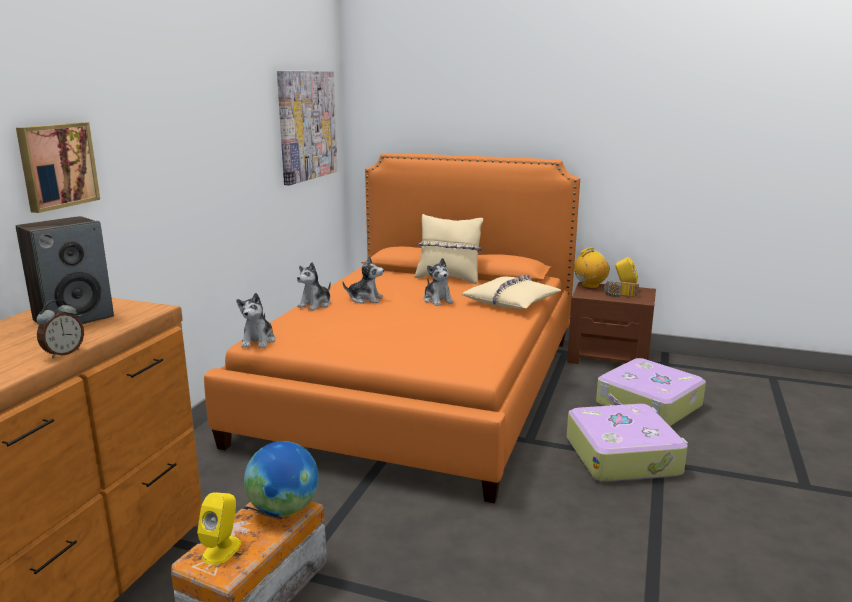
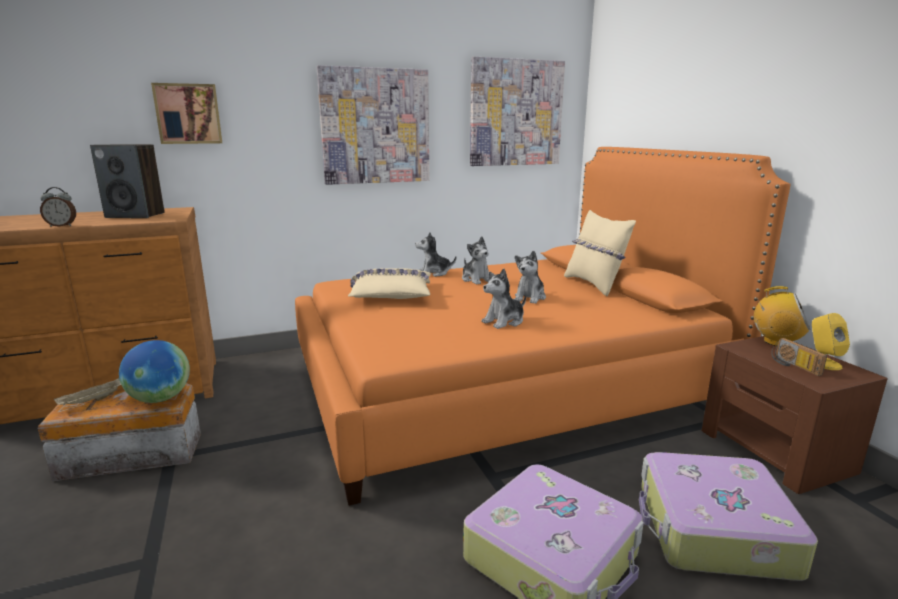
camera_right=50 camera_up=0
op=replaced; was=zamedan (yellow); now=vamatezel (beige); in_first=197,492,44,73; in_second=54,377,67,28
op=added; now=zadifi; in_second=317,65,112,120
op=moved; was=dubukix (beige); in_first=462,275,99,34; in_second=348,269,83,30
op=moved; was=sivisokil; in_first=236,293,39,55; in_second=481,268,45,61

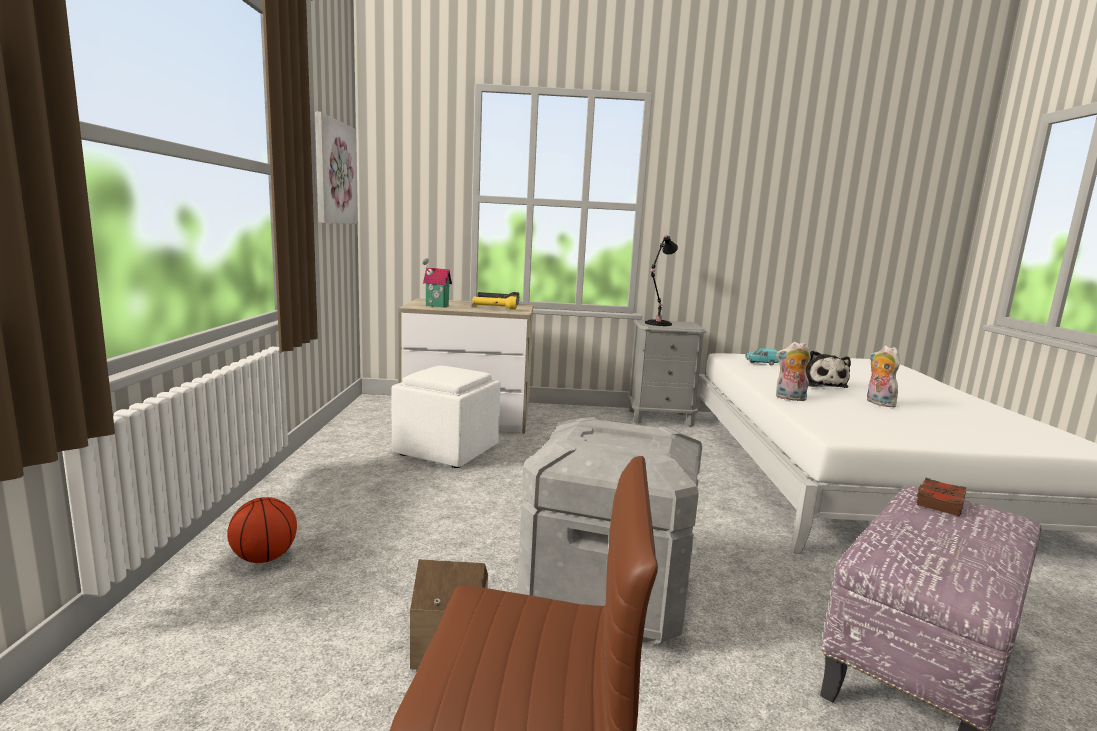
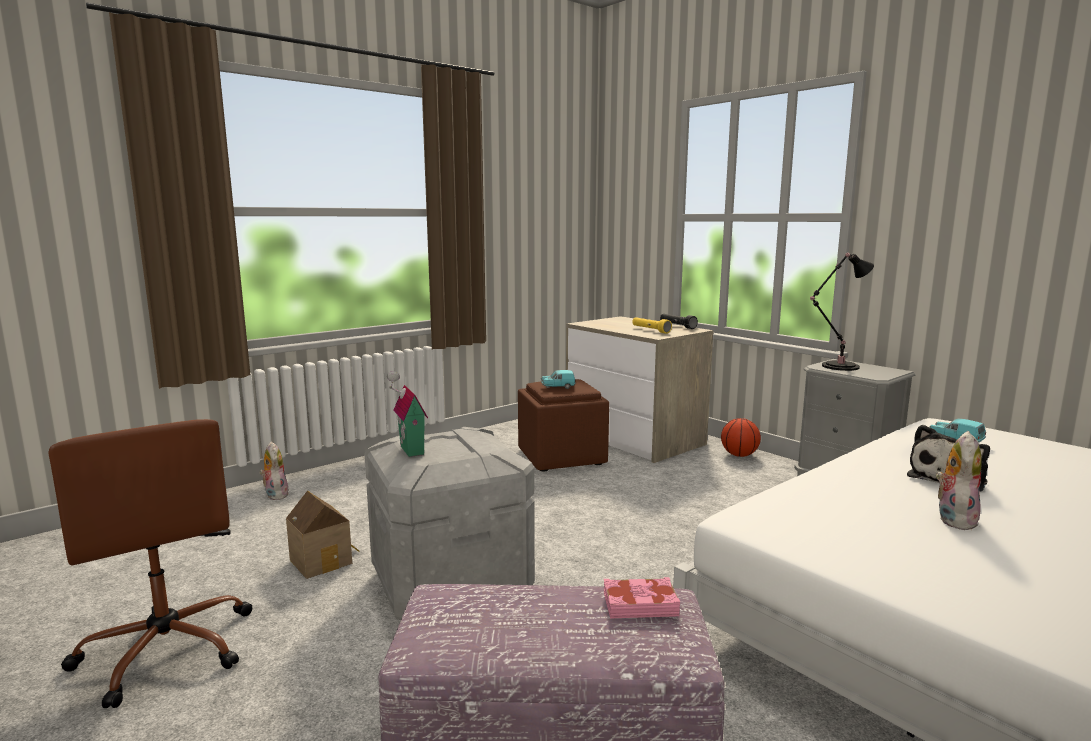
camera_right=50 camera_up=0
op=moved; was=sivisokil; in_first=776,342,35,59; in_second=259,442,29,58
op=moved; was=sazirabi; in_first=423,258,29,50; in_second=387,371,41,86
op=recoloured; was=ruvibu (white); now=ruvibu (brown); in_first=391,366,110,102; in_second=518,379,91,93
op=added; now=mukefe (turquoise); in_second=541,370,35,19
op=recoloured; was=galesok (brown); now=galesok (pink); in_first=917,477,49,40; in_second=604,577,76,41
op=moved; was=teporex; in_first=227,497,70,66; in_second=721,418,40,39
op=removed; was=zadifi; in_first=315,112,43,112

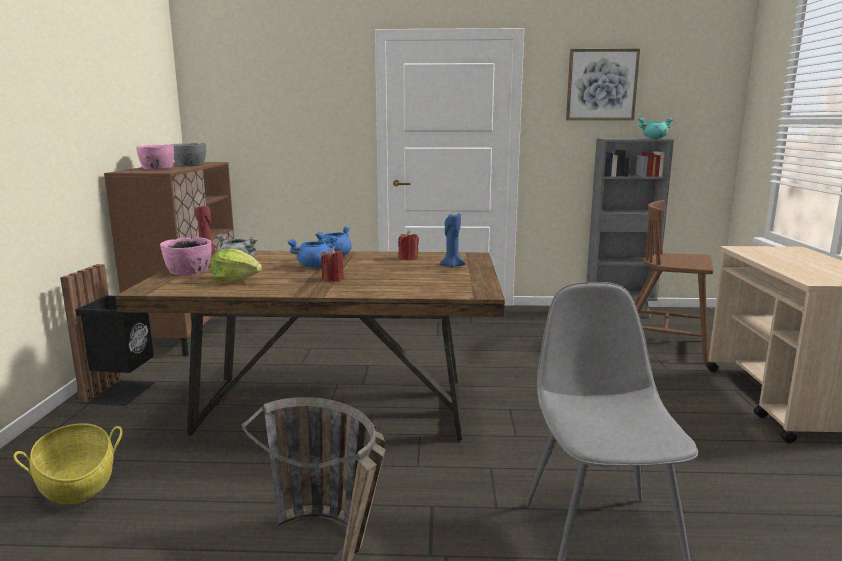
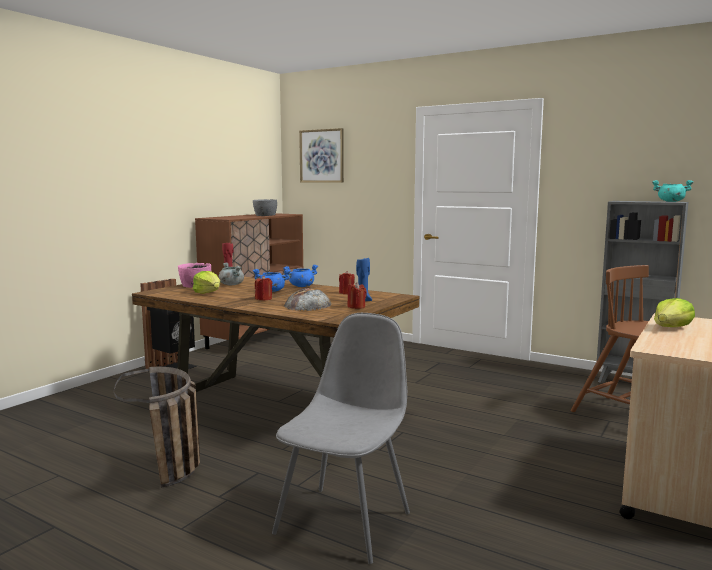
camera_right=30 camera_up=-5
op=added; now=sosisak; in_second=284,288,48,23
op=moved; was=zadifi; in_first=566,49,74,71; in_second=299,128,45,55
op=added; now=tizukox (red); in_second=347,282,20,27
op=added; now=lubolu; in_second=654,298,41,29
op=removed; was=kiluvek; in_first=13,423,109,81
op=removed; was=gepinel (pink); in_first=136,144,38,26

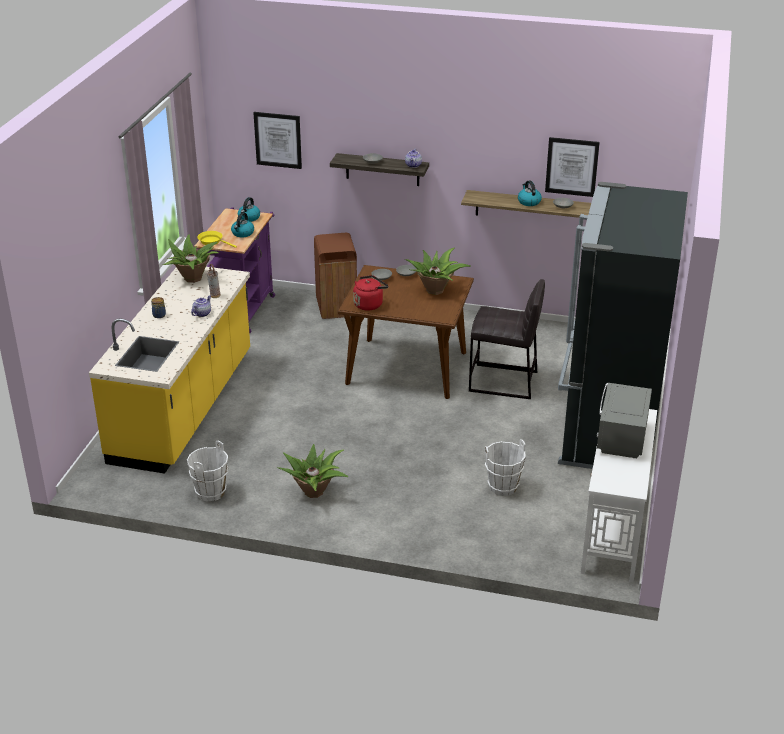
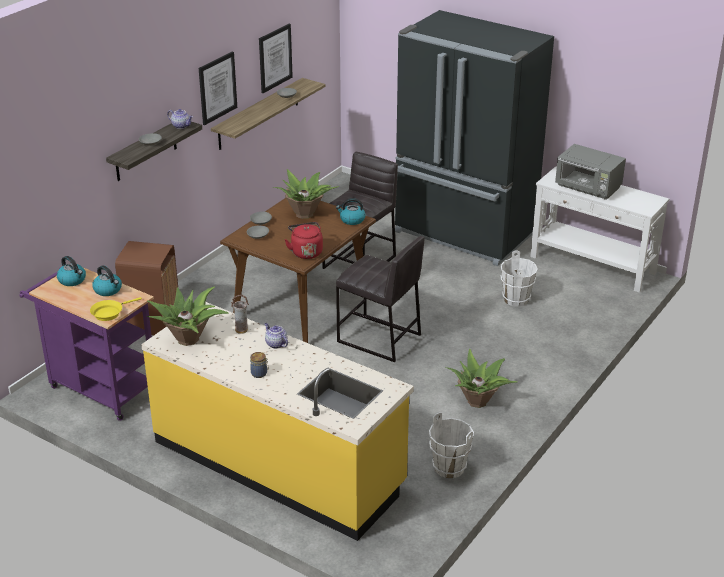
camera_right=-70 camera_up=0
op=moved; was=zadifi; in_first=254,112,48,57; in_second=199,52,38,73
op=moved; was=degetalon; in_first=518,180,24,26; in_second=336,198,30,27
op=added; now=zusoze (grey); in_second=336,236,88,126

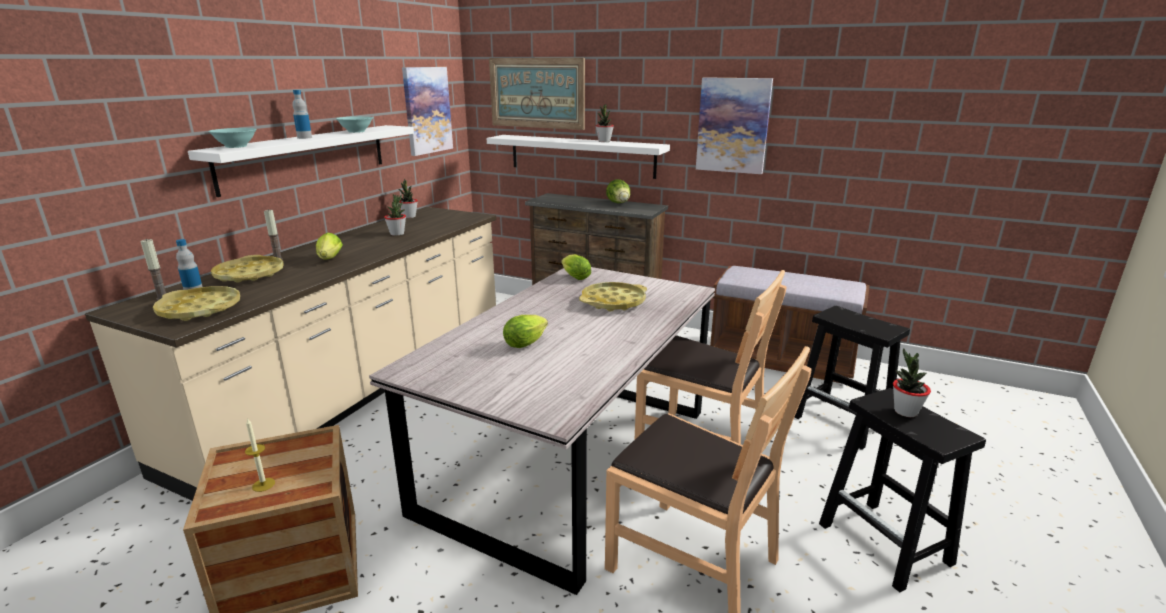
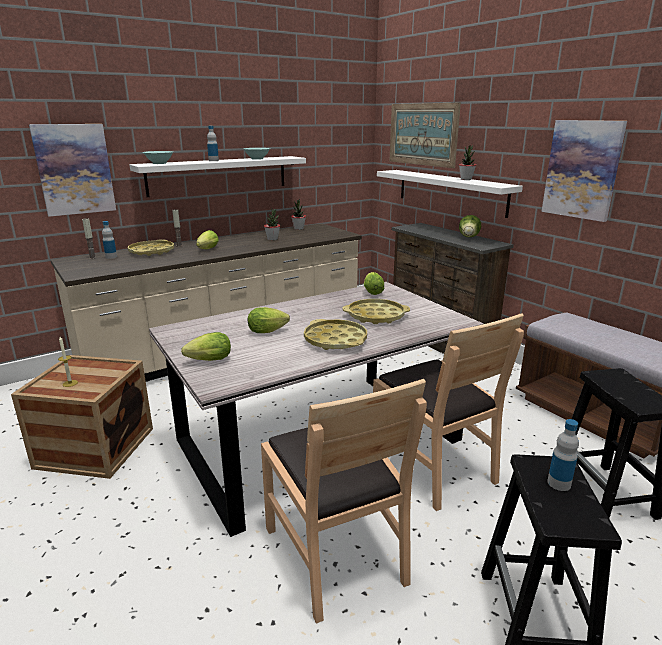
camera_right=30 camera_up=0
op=moved; was=zadifi; in_first=402,67,51,89; in_second=29,124,87,93
op=added; now=lubolu; in_second=181,332,50,29
op=moved; was=vamatezel (yellow); in_first=153,286,87,35; in_second=304,319,63,31
op=replaced; was=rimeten; now=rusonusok; in_first=893,348,38,69; in_second=547,419,32,72

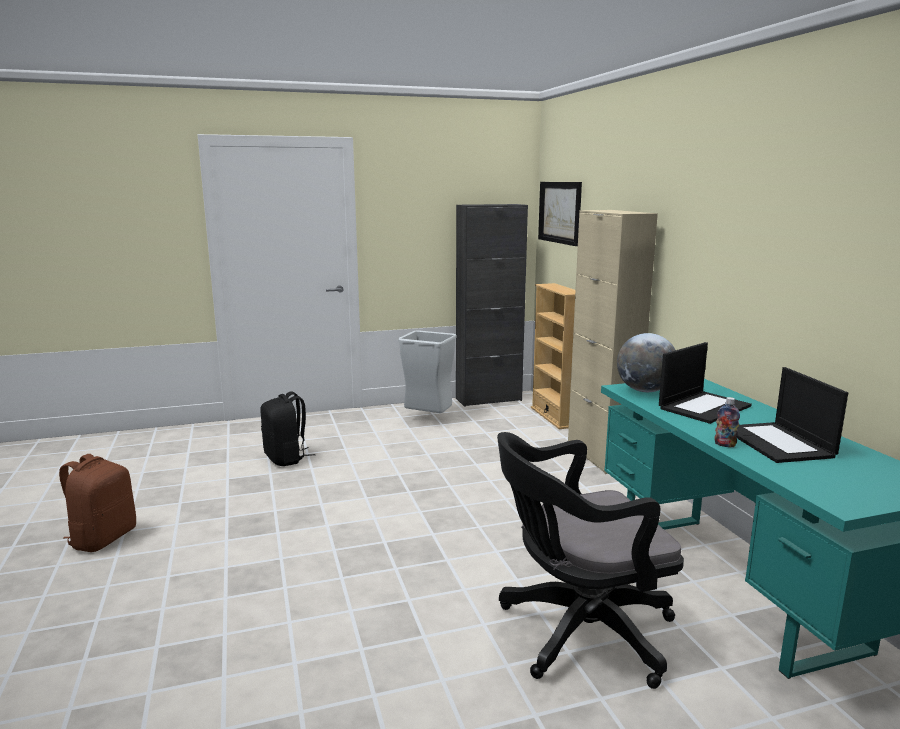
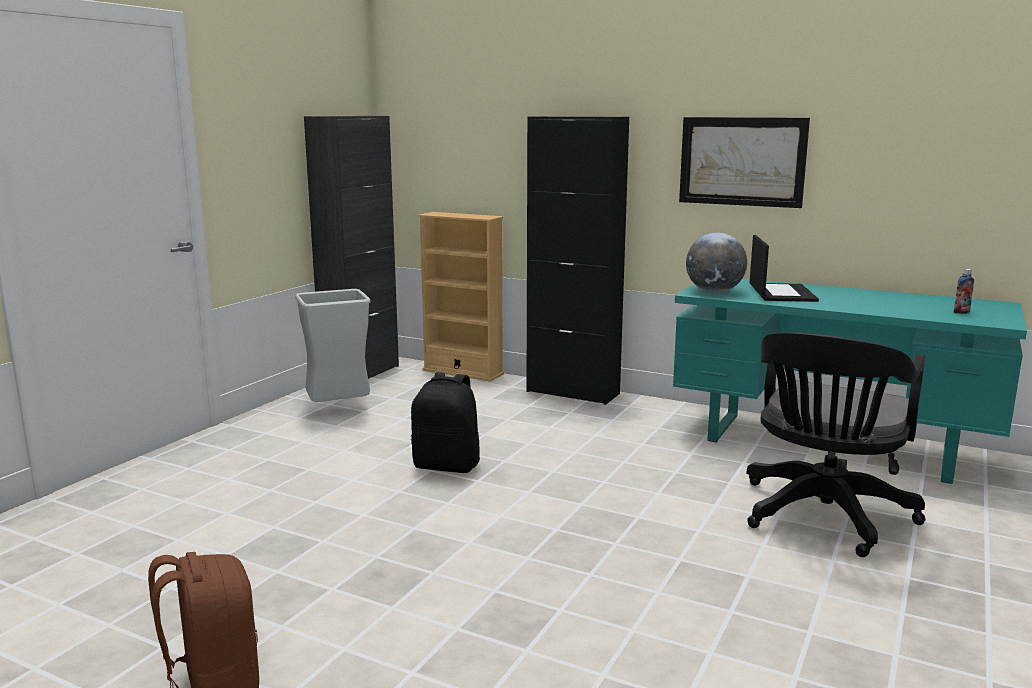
camera_right=-45 camera_up=0
op=moved; was=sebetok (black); in_first=260,392,56,74; in_second=411,372,69,101
op=recoloured; was=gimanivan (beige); now=gimanivan (black); in_first=568,210,90,264; in_second=526,116,103,289
op=moved; was=zadifi; in_first=538,182,44,64; in_second=679,117,131,91
op=moved; was=rusonusok; in_first=714,397,26,50; in_second=954,269,20,45
op=removed; was=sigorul; in_first=737,367,111,96

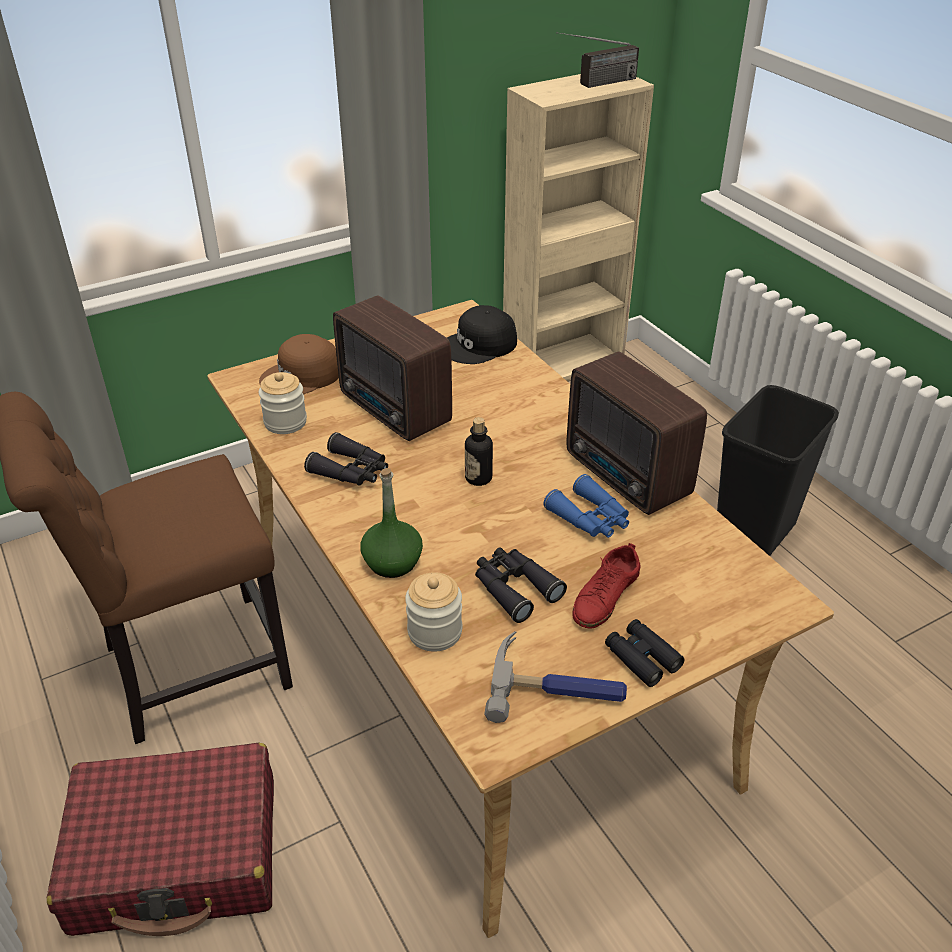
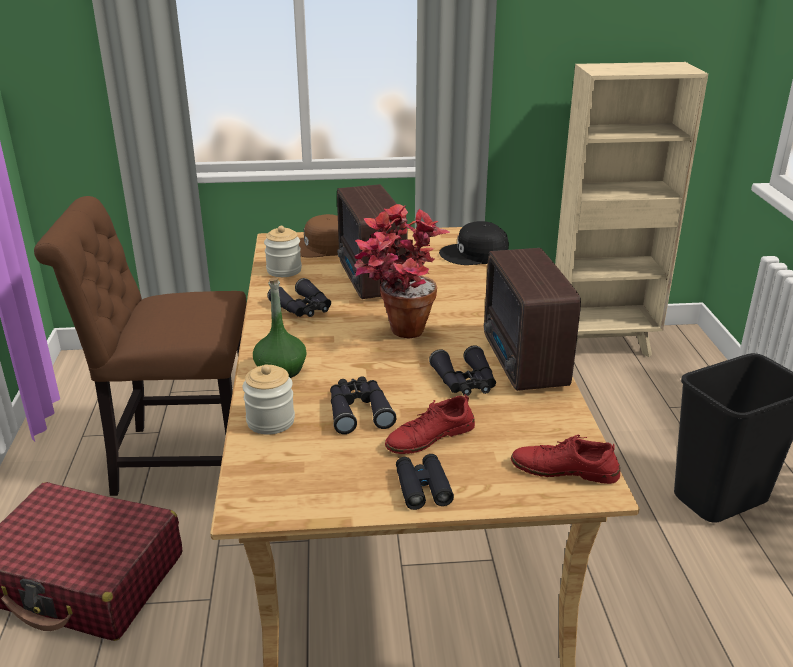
camera_right=25 camera_up=-10
op=replaced; was=rusonusok; now=rimeten; in_first=465,417,28,69; in_second=354,204,96,135
op=recoloured; was=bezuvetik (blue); now=bezuvetik (black); in_first=543,474,86,64; in_second=429,345,67,51
op=added; now=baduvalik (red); in_second=511,435,109,49
op=removed; was=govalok; in_first=484,631,143,92
op=removed; was=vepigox; in_first=556,32,83,56

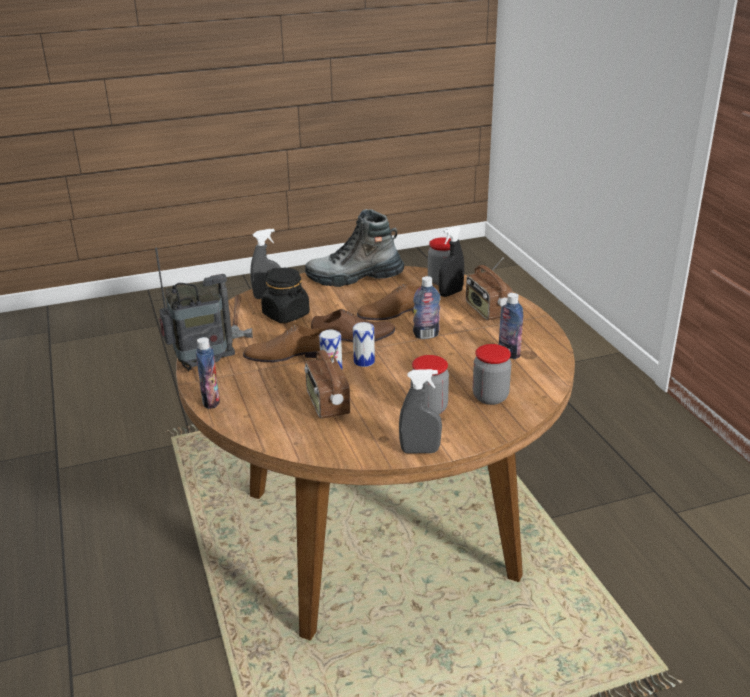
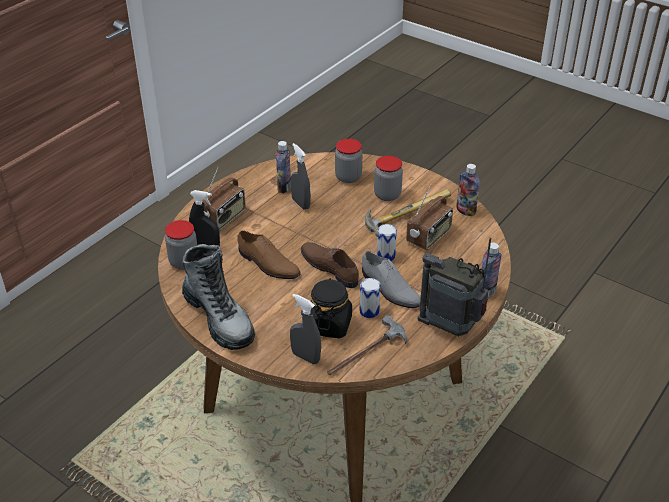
camera_right=-125 camera_up=10
op=moved; was=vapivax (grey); in_first=399,369,43,84; in_second=290,143,21,67
op=moved; was=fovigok; in_first=353,322,22,45; in_second=360,278,21,40
op=recoloured; was=baduvalik (brown); now=baduvalik (grey); in_first=243,325,83,37; in_second=362,251,59,57
op=added; now=govalok; in_second=365,189,86,48
op=moved; was=rusonusok; in_first=413,276,27,63; in_second=456,164,24,52

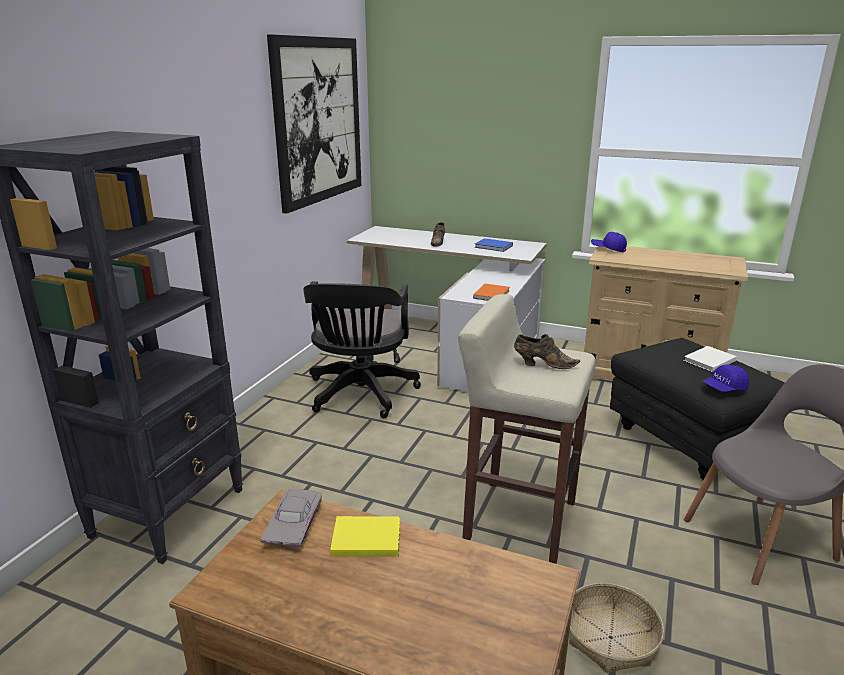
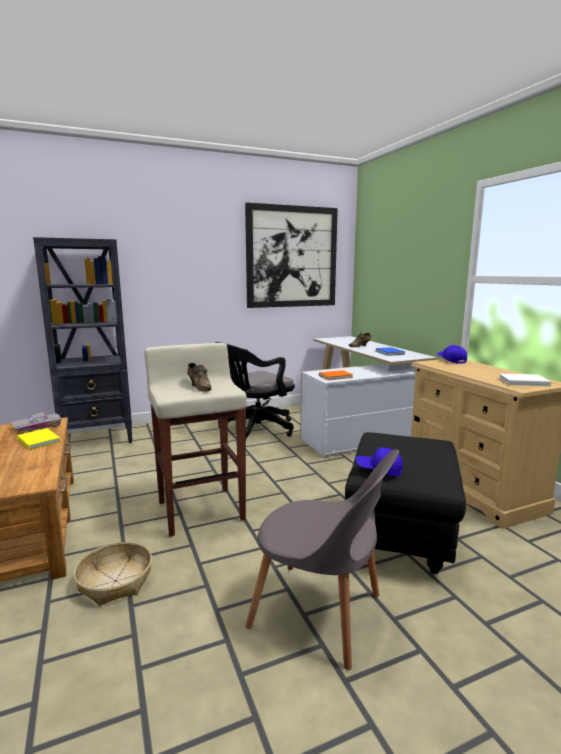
camera_right=45 camera_up=-10
op=moved; was=galesok (white); in_first=684,346,53,26; in_second=499,373,52,13

